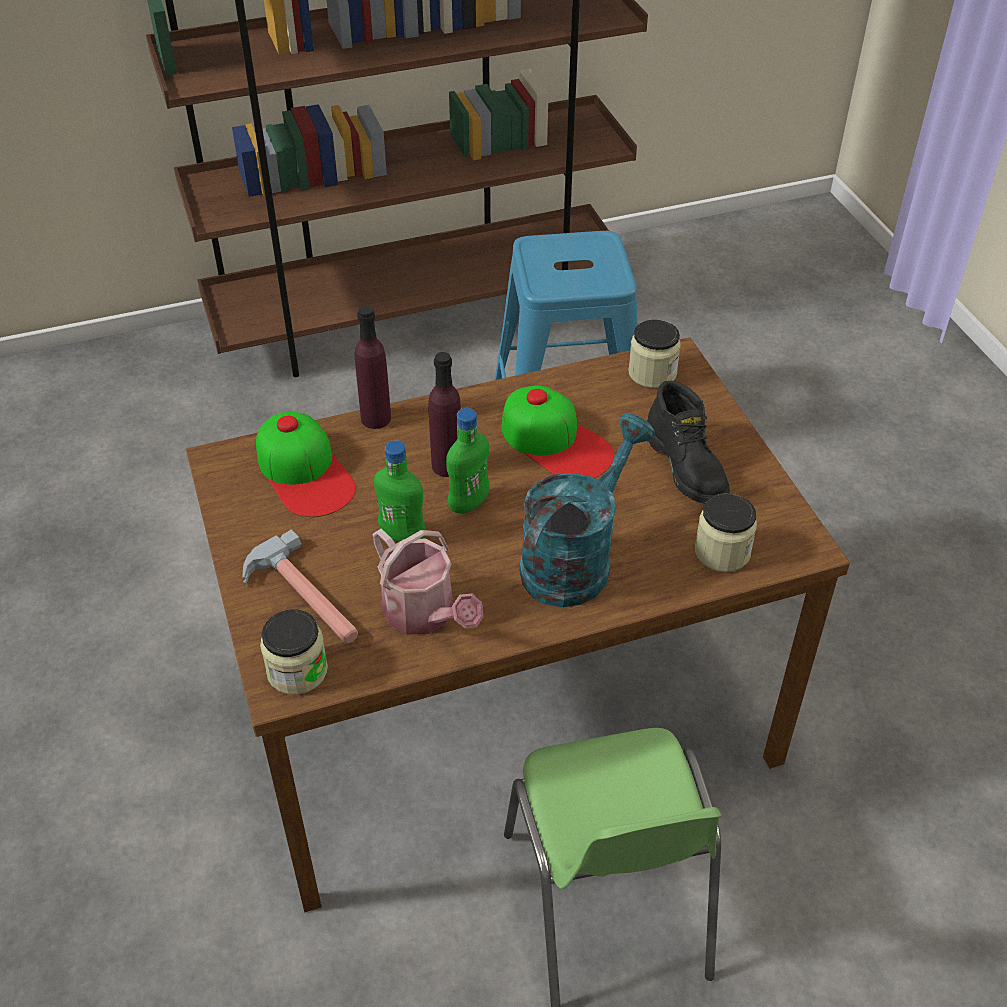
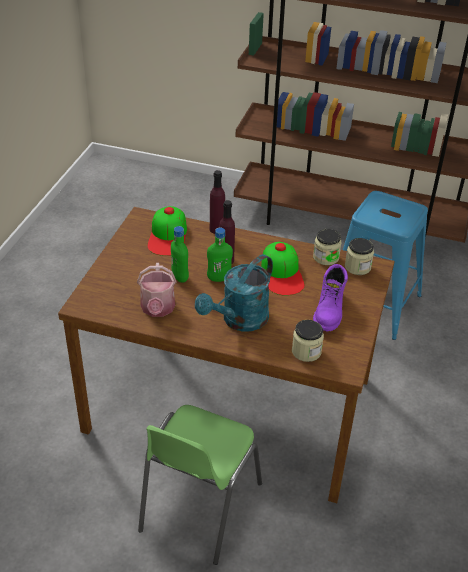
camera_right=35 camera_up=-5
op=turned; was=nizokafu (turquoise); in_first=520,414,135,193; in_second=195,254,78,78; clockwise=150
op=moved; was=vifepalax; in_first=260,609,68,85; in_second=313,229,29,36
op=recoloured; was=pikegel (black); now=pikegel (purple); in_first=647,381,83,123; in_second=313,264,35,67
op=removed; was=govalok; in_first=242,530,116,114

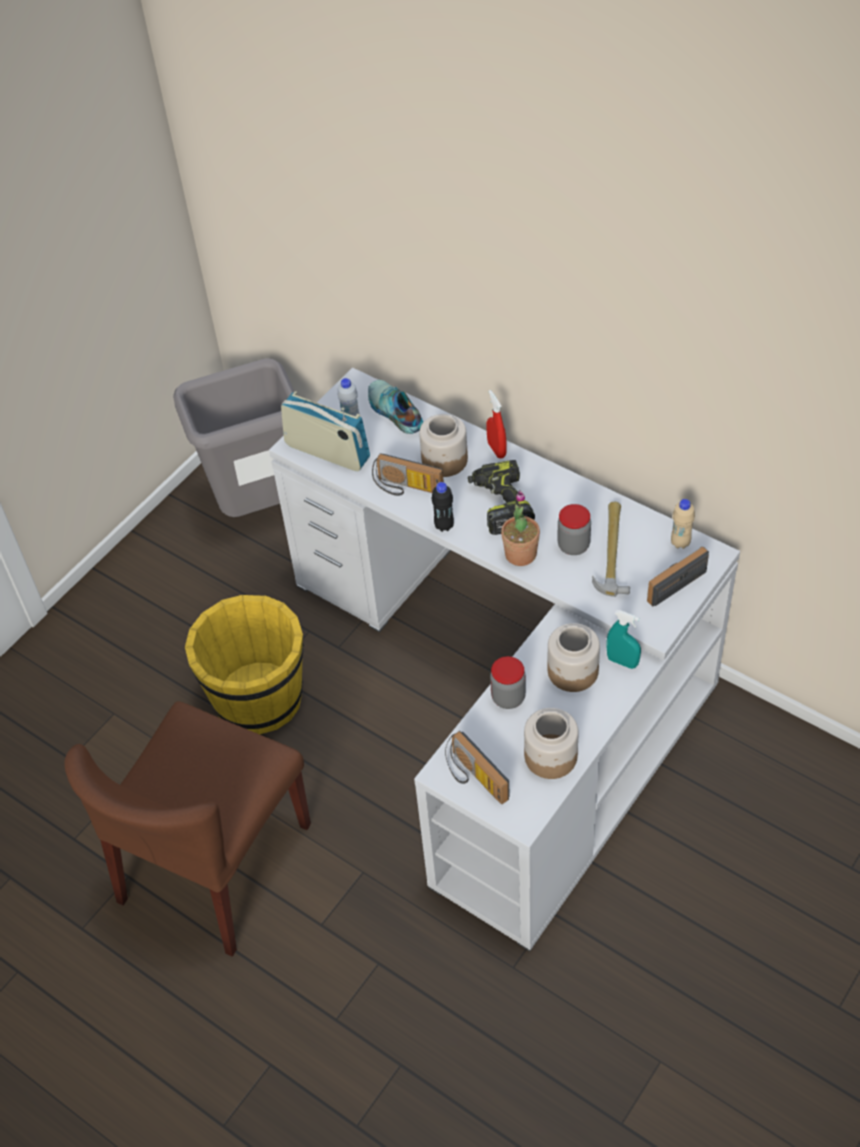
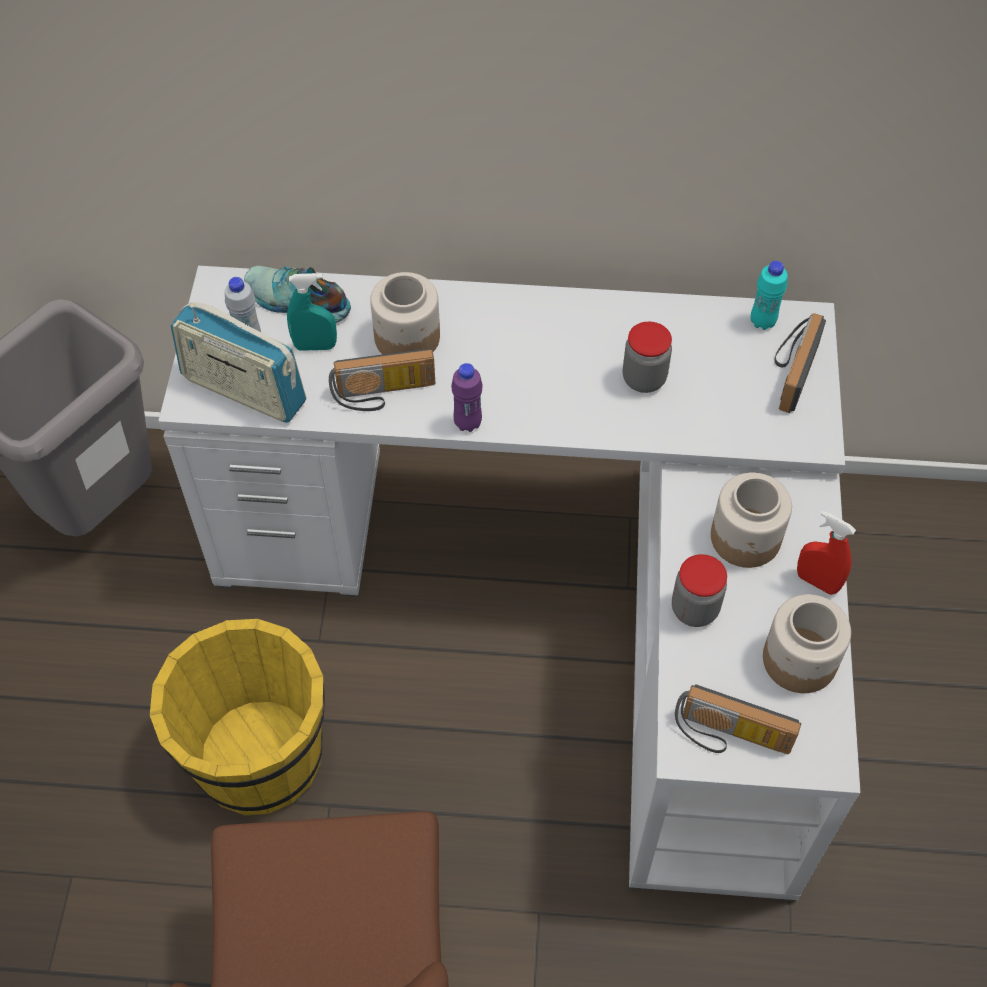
camera_right=-35 camera_up=5
op=turned; was=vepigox; in_first=281,391,89,80; in_second=171,302,135,120; clockwise=-150
op=moved; was=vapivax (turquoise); in_first=606,610,35,59; in_second=287,273,50,78
op=recoloured; was=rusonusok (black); now=rusonusok (purple); in_first=432,482,22,50; in_second=451,363,32,69
op=recoloured; was=rusonusok (beige); now=rusonusok (turquoise); in_first=671,499,24,50; in_second=751,261,37,69
op=moved; was=vapivax (red); in_first=486,390,21,68; in_second=797,511,59,84
op=removed; was=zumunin; in_first=468,460,67,75
op=removed; was=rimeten; in_first=501,490,39,76
op=removed; was=govalok; in_first=592,502,38,95

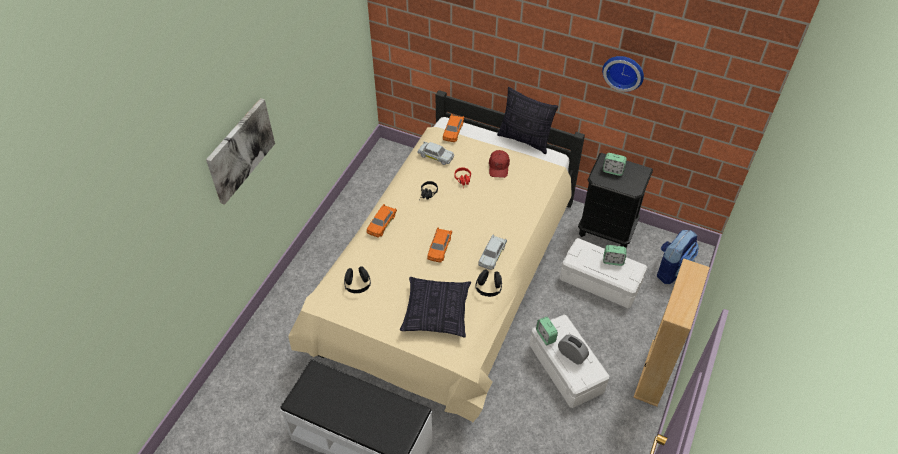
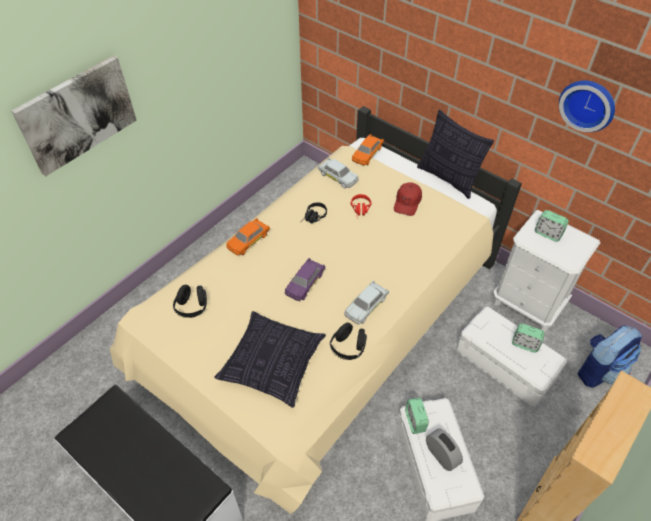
camera_right=15 camera_up=0
op=recoloured; was=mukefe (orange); now=mukefe (purple); in_first=427,227,25,35; in_second=285,258,40,43
op=recoloured; was=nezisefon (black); now=nezisefon (white); in_first=578,153,75,95; in_second=493,210,108,122

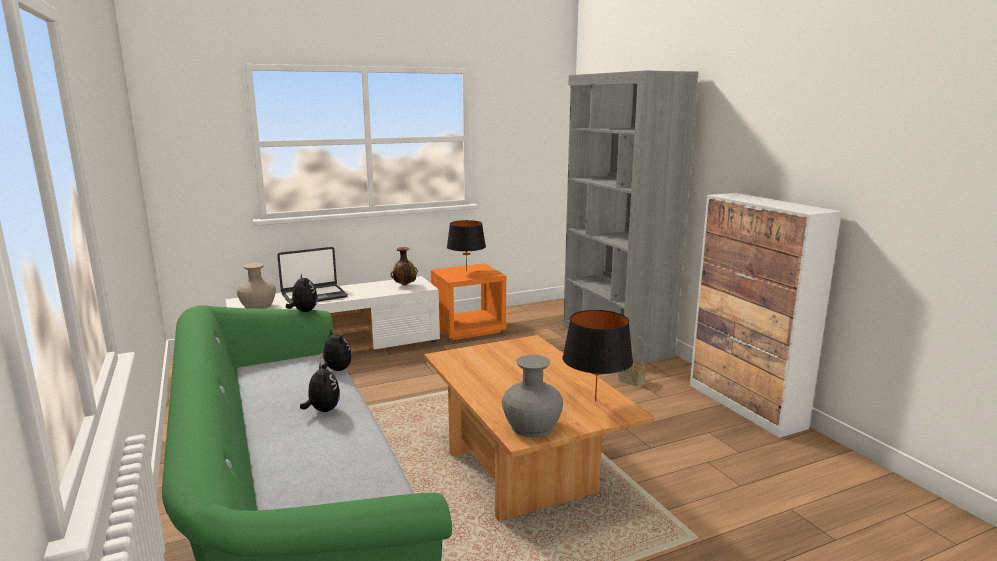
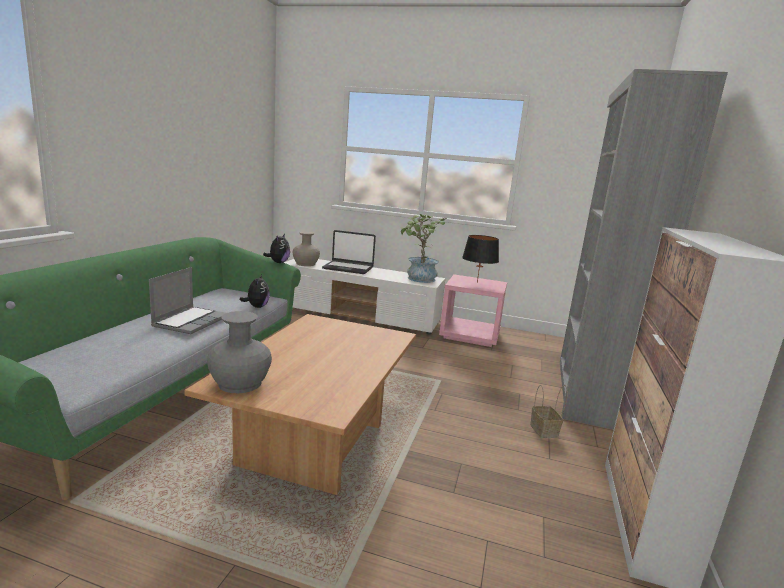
camera_right=40 camera_up=0
op=replaced; was=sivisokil; now=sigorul; in_first=300,362,40,50; in_second=149,267,77,67
op=replaced; was=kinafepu; now=rimeten; in_first=390,247,28,39; in_second=400,214,47,69
op=recoloured; was=nezisefon (orange); now=nezisefon (pink); in_first=431,263,76,77; in_second=439,274,68,73
op=removed; was=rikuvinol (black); in_first=562,310,71,91

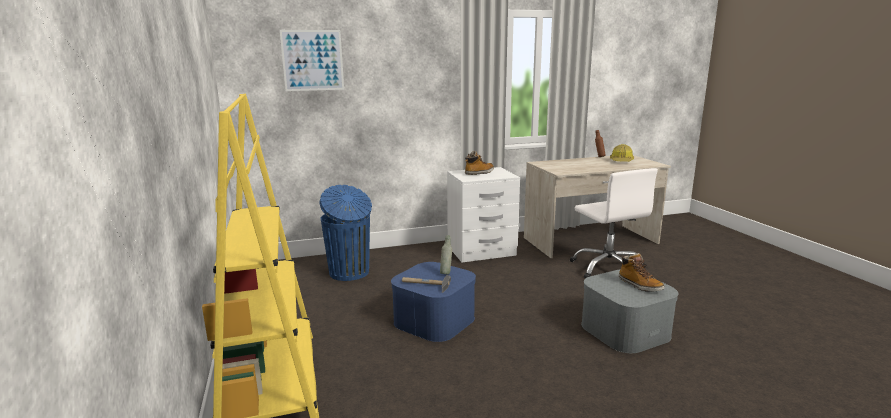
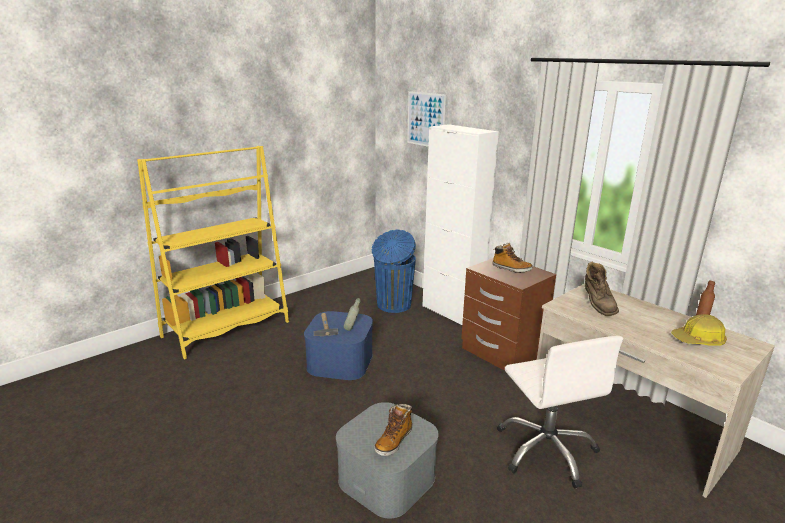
camera_right=65 camera_up=5
op=added; now=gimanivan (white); in_second=422,124,77,201
op=recoloured; was=nezisefon (white); now=nezisefon (brown); in_first=447,167,73,95; in_second=461,258,95,113
op=turned; was=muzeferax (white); in_first=570,168,88,110; in_second=497,336,126,153; clockwise=-60
op=added; now=pikegel (brown); in_second=585,262,34,54

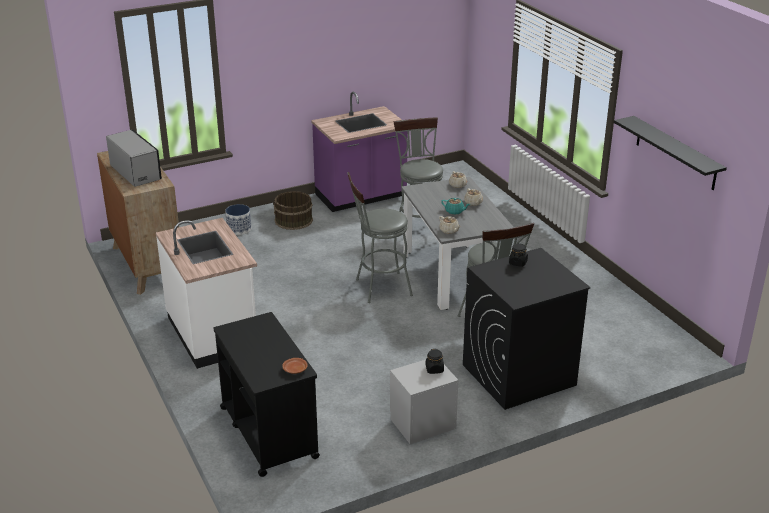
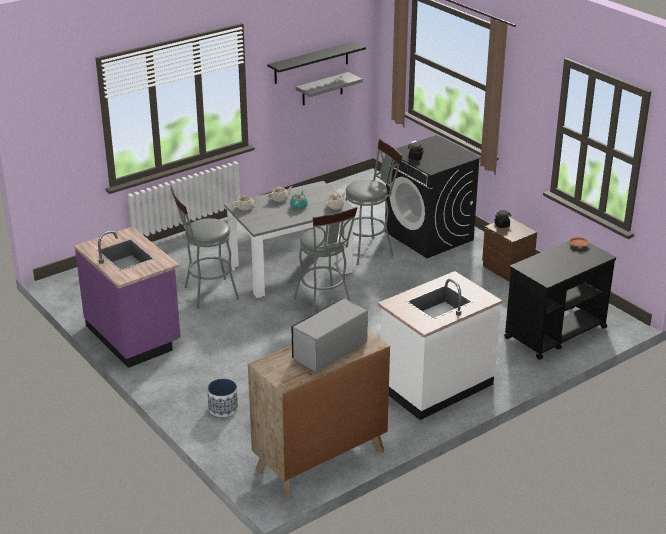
camera_right=-100 camera_up=0
op=added; now=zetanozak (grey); in_second=296,72,67,33
op=recoloured; was=nezisefon (grey); now=nezisefon (brown); in_first=390,360,68,84; in_second=482,217,55,65
op=removed; was=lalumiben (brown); in_first=273,191,40,39

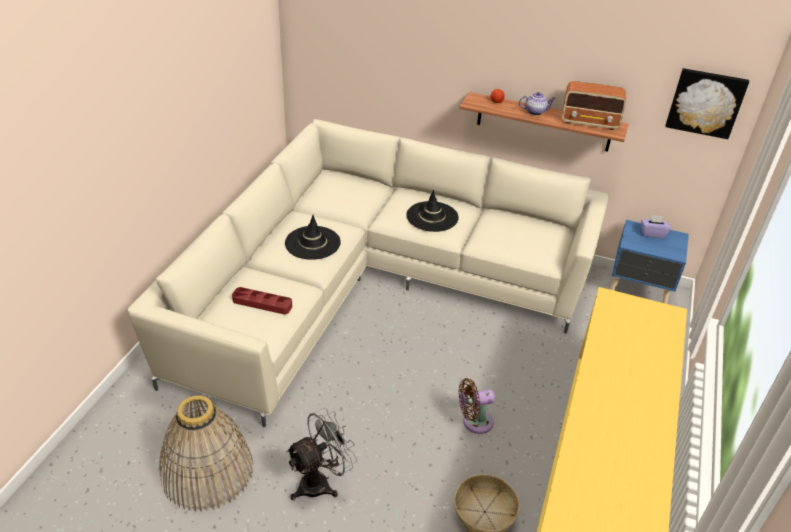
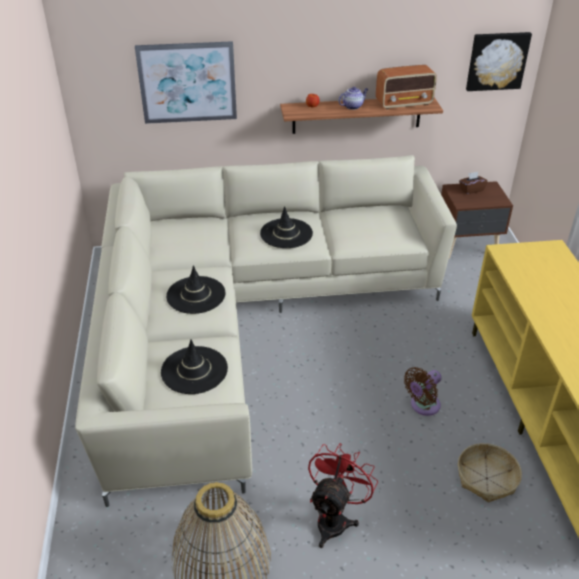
camera_right=-25 camera_up=0
op=added; now=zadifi; in_second=135,41,102,83
op=replaced; was=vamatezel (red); now=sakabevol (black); in_first=232,287,60,27; in_second=161,340,67,54
op=recoloured; was=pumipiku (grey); now=pumipiku (red); in_first=286,408,71,93; in_second=308,443,70,105
op=recoloured; was=nezisefon (blue); now=nezisefon (brown); in_first=610,220,79,84; in_second=441,181,72,78
op=recoloured; was=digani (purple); now=digani (brown); in_first=641,215,30,23; in_second=459,172,29,22

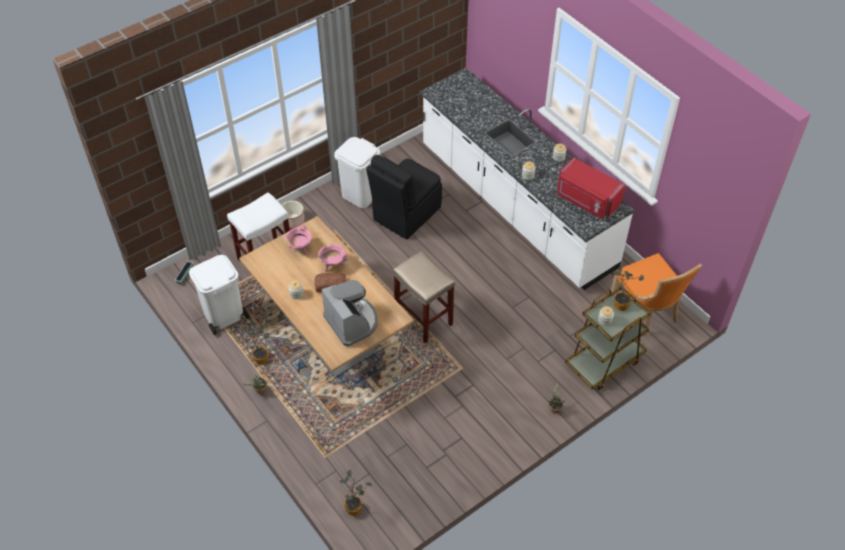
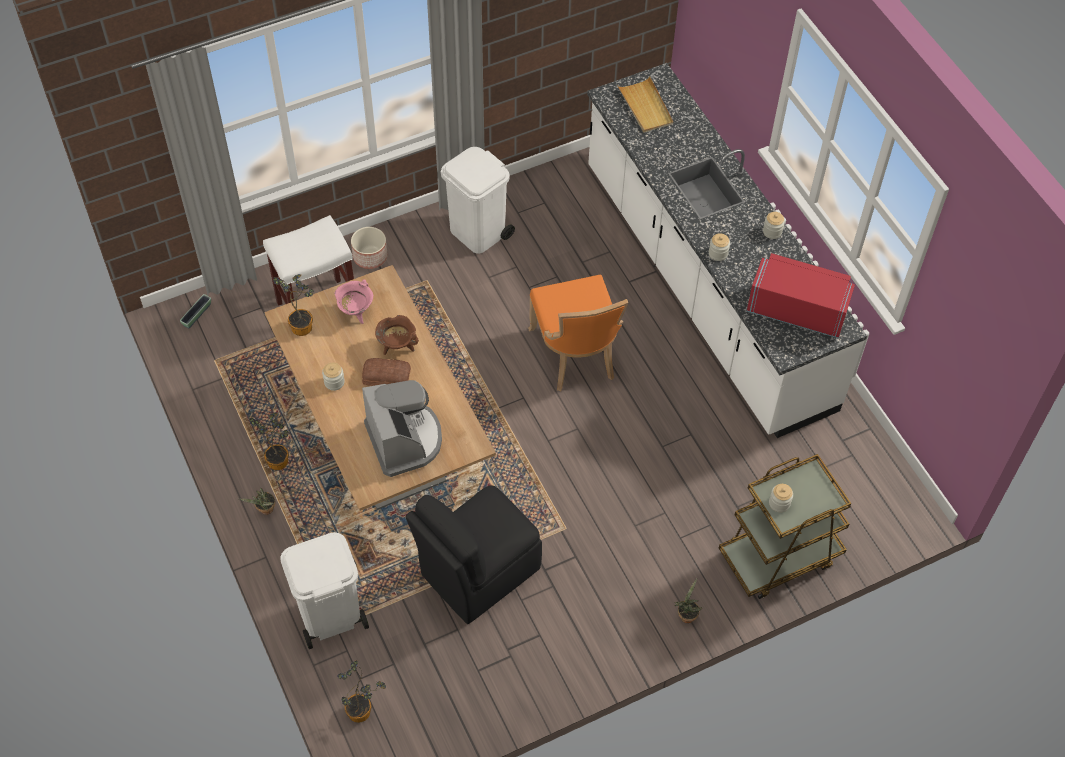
camera_right=10 camera_up=5
op=moved; was=rimeten; in_first=614,268,30,43; in_second=273,274,41,62
op=moved; was=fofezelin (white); in_first=189,255,61,80; in_second=280,532,89,117
op=recoloured; was=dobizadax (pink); now=dobizadax (brown); in_first=318,244,30,28; in_second=375,315,44,40
op=moved; was=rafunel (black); in_first=366,155,76,85; in_second=405,485,137,139
op=moved; was=rafunel (orange); in_first=611,253,91,84; in_second=528,275,100,116
op=added; now=vamatezel (beige); in_second=617,76,56,56
op=turned; was=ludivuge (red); in_first=557,157,69,62; in_second=747,253,108,85; clockwise=150
op=removed; was=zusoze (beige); in_first=393,251,62,92

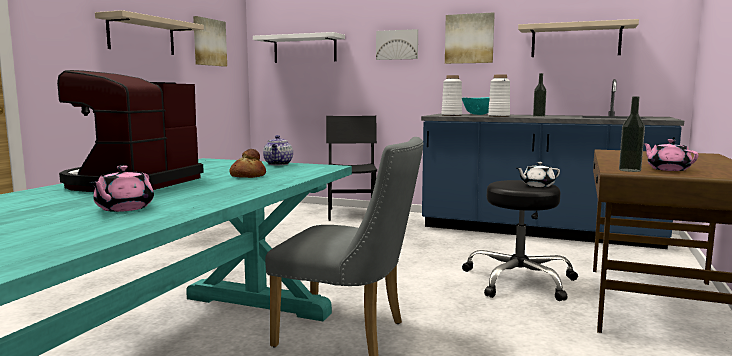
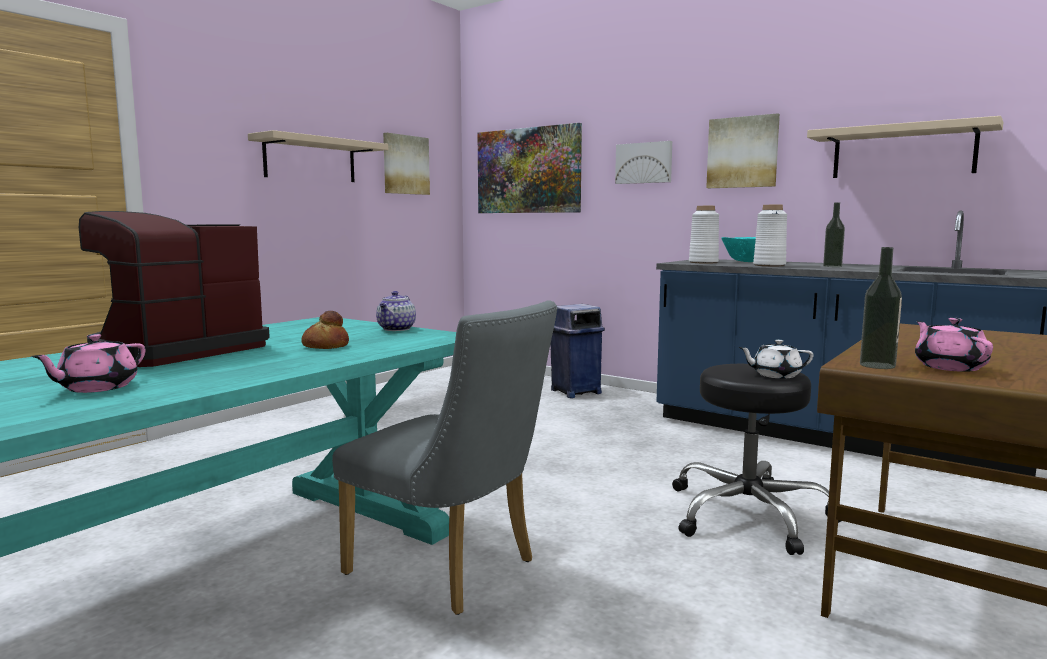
camera_right=15 camera_up=0
op=replaced; was=zetanozak (white); now=zadifi; in_first=253,32,92,31; in_second=478,123,104,90
op=replaced; was=rafunel (black); now=fofezelin (blue); in_first=326,116,51,105; in_second=550,304,55,94

